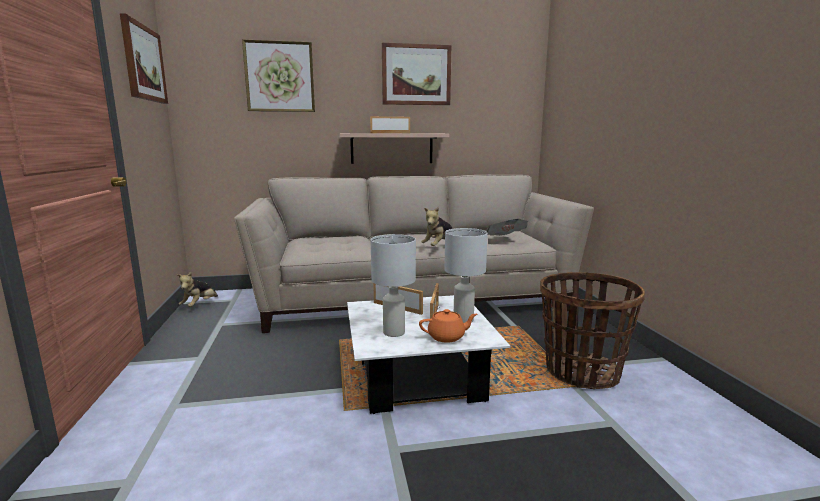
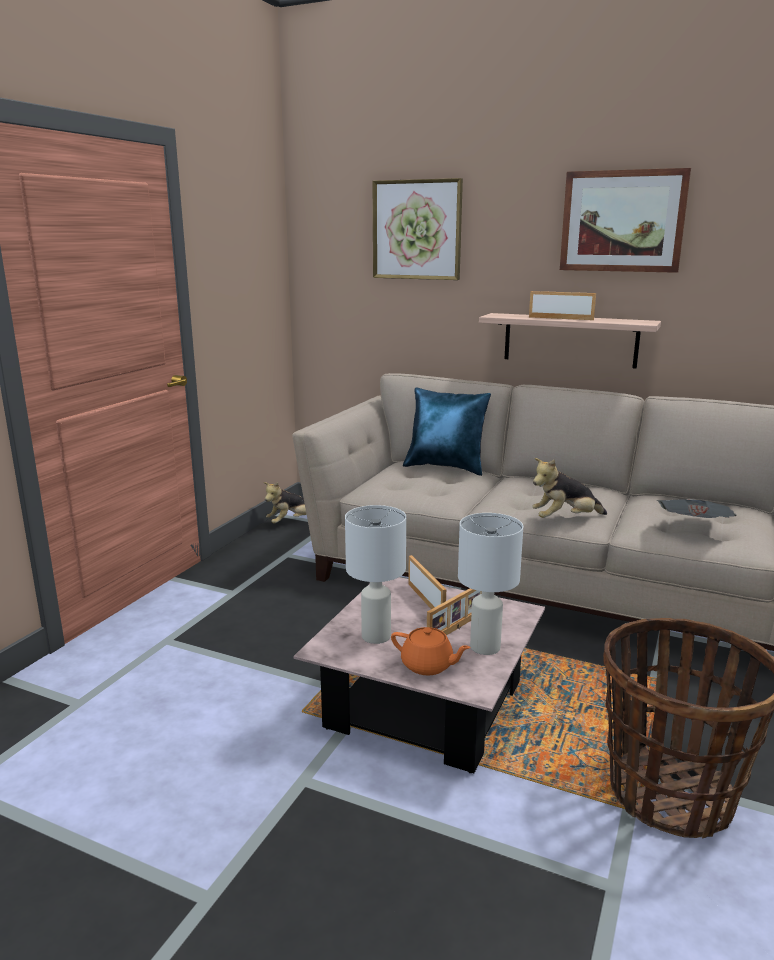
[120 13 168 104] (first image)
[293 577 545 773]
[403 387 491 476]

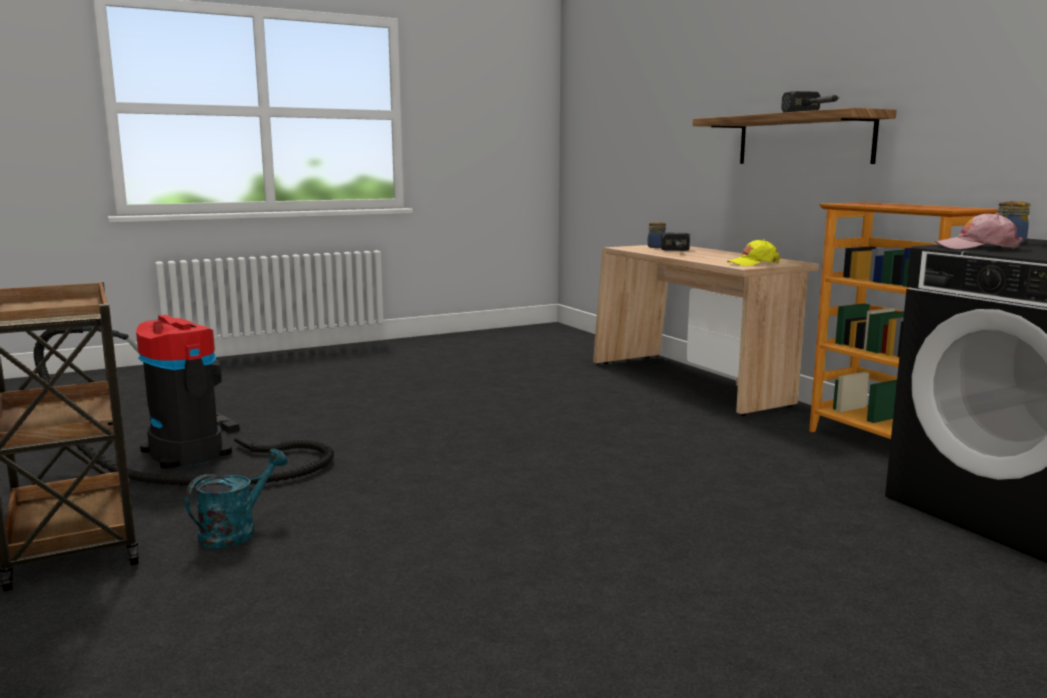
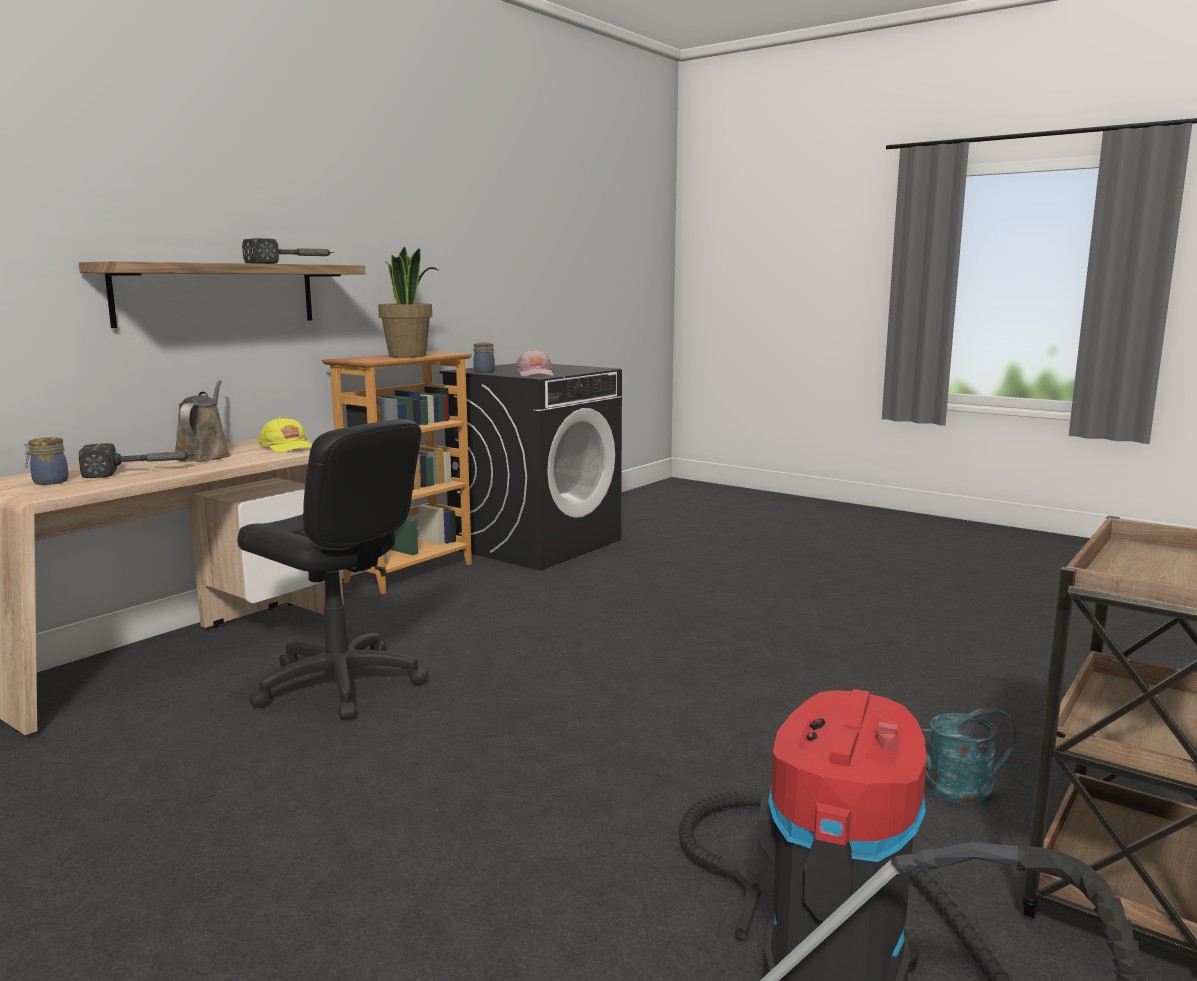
[175 380 231 462]
[237 419 428 720]
[378 246 439 357]

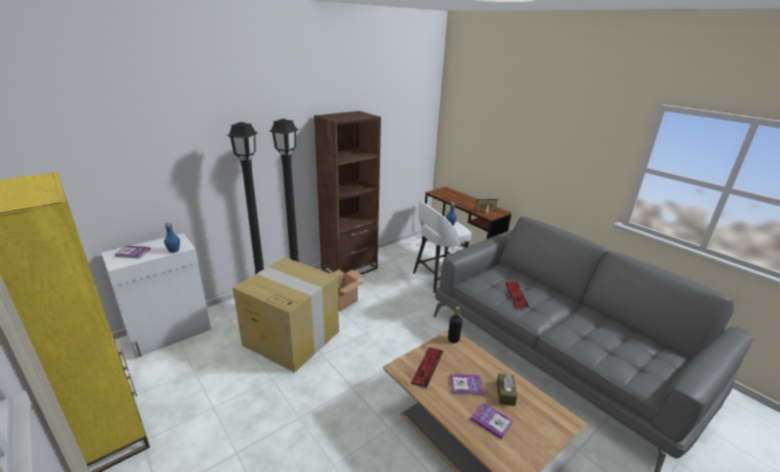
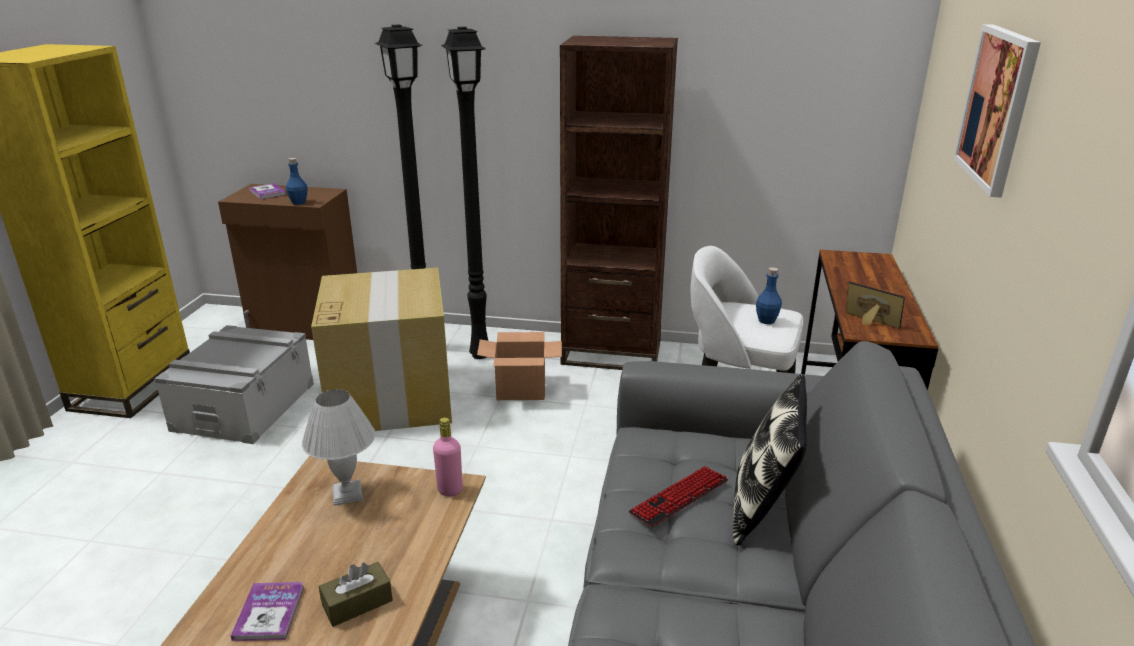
[218 184 357 340]
[302 389 376 506]
[433 417 463 497]
[450 374 485 395] (first image)
[154 325 314 444]
[733 374 807 546]
[953 24 1041 198]

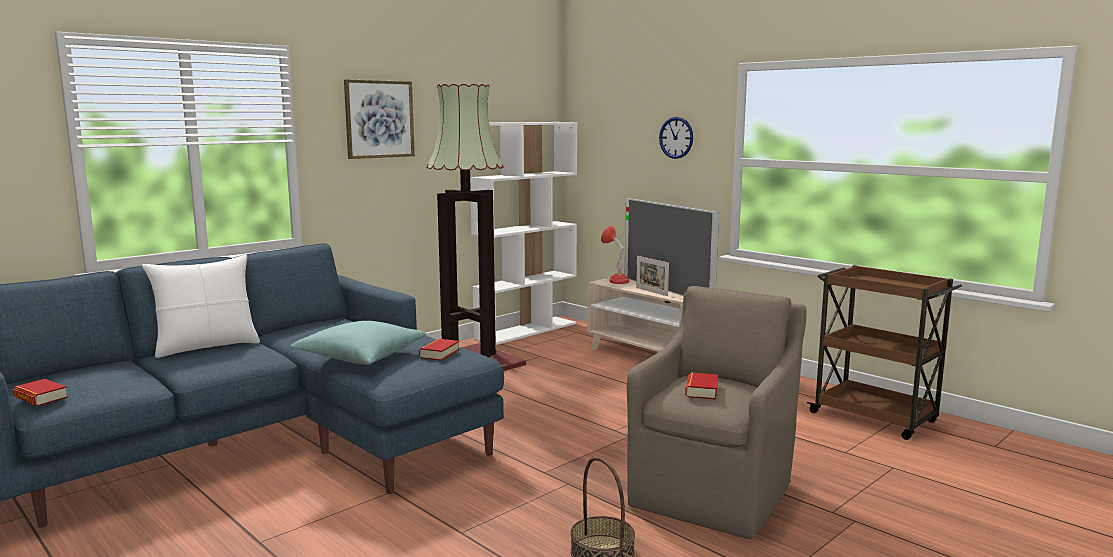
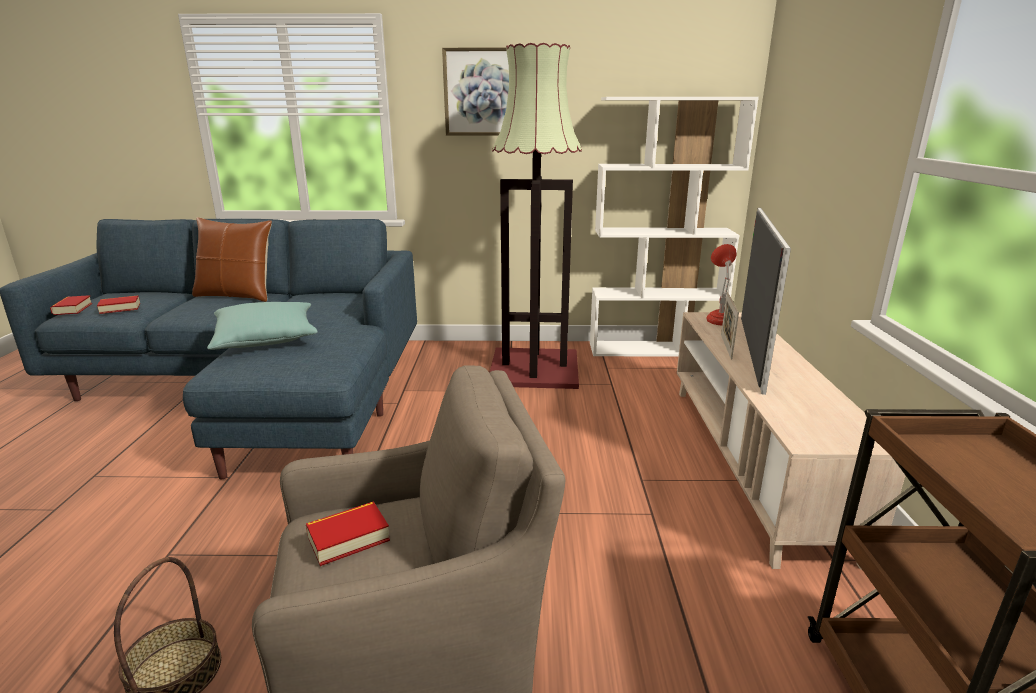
[192 217 272 302]
[97 296 140 314]
[659 117 693 159] (first image)

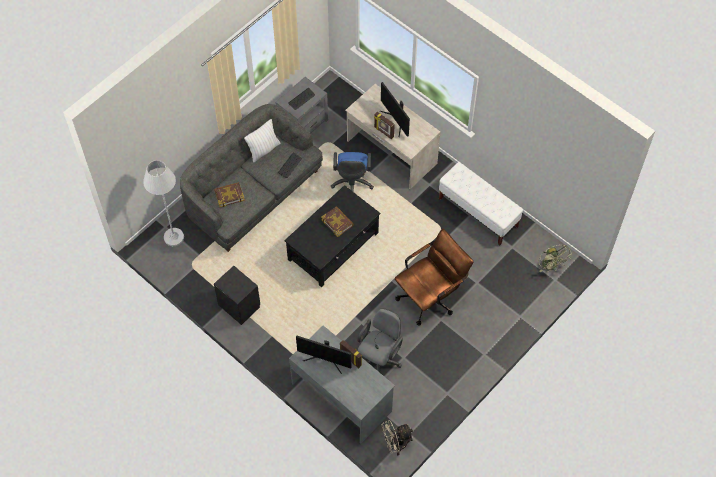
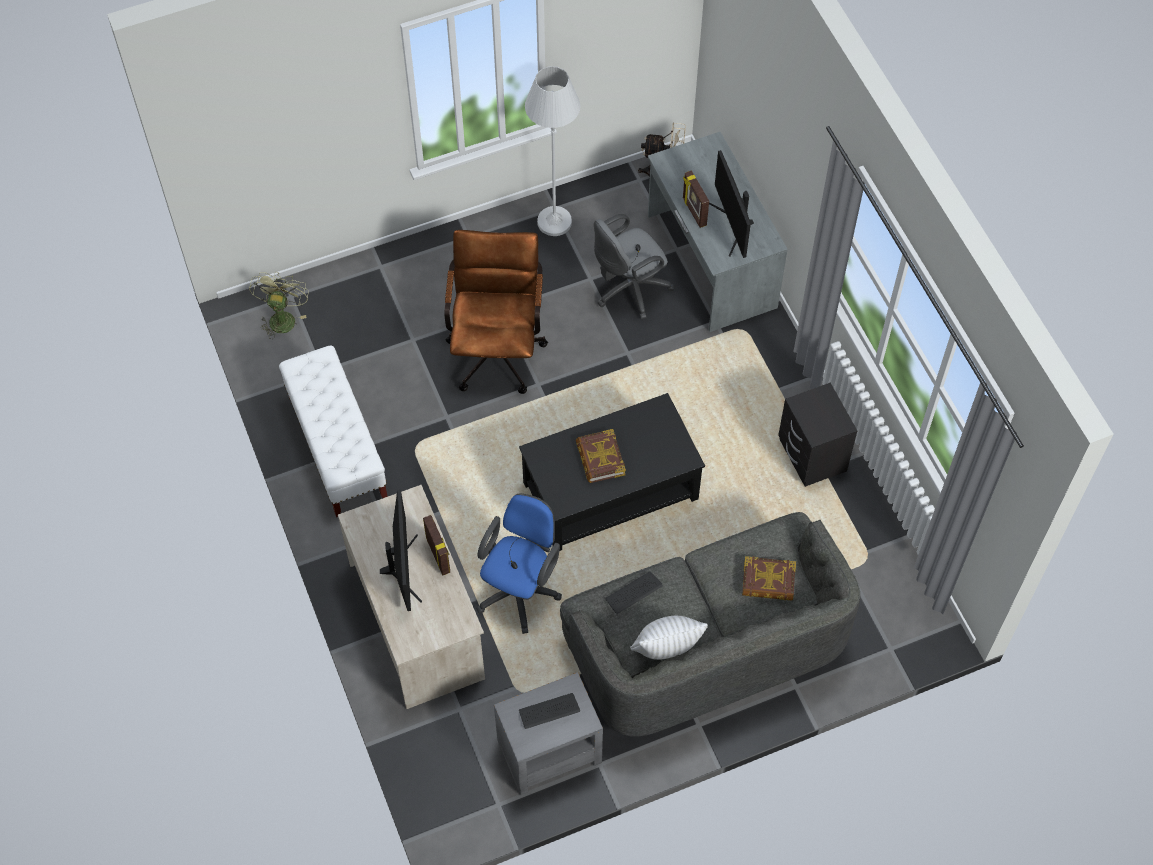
[525 66 581 236]
[709 150 754 258]
[444 230 548 394]

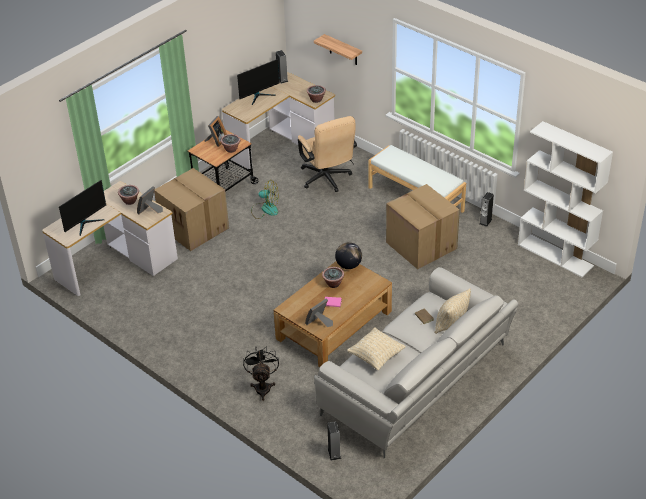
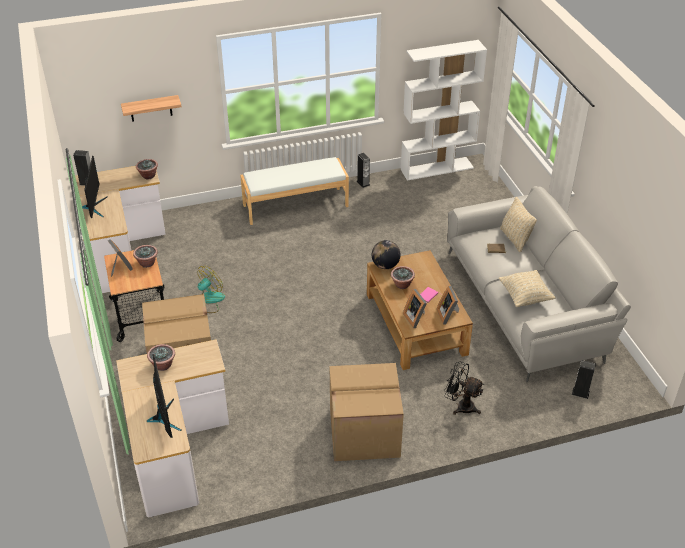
[403 289 427 328]
[298 116 357 192] (first image)
[330 363 404 461]

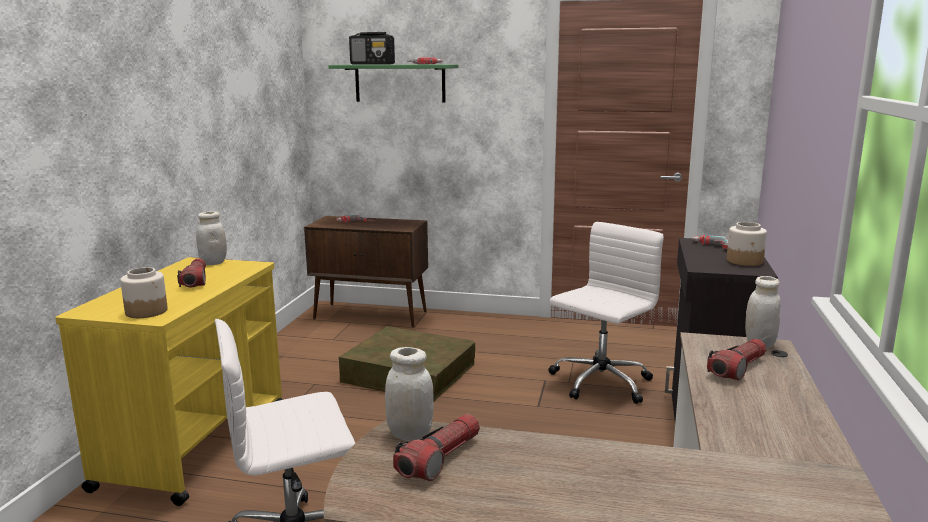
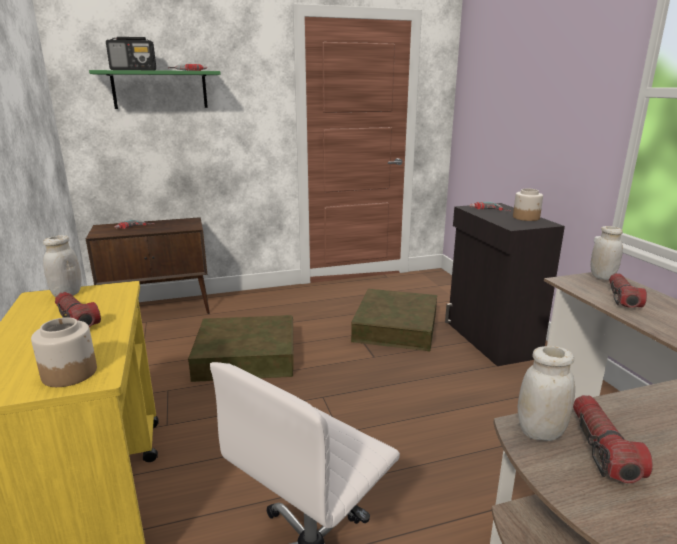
[351 289 437 351]

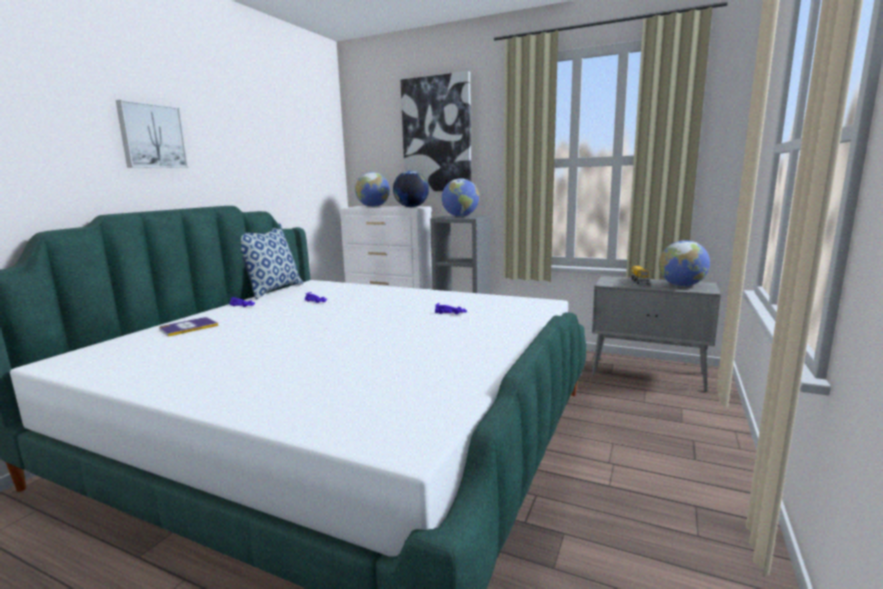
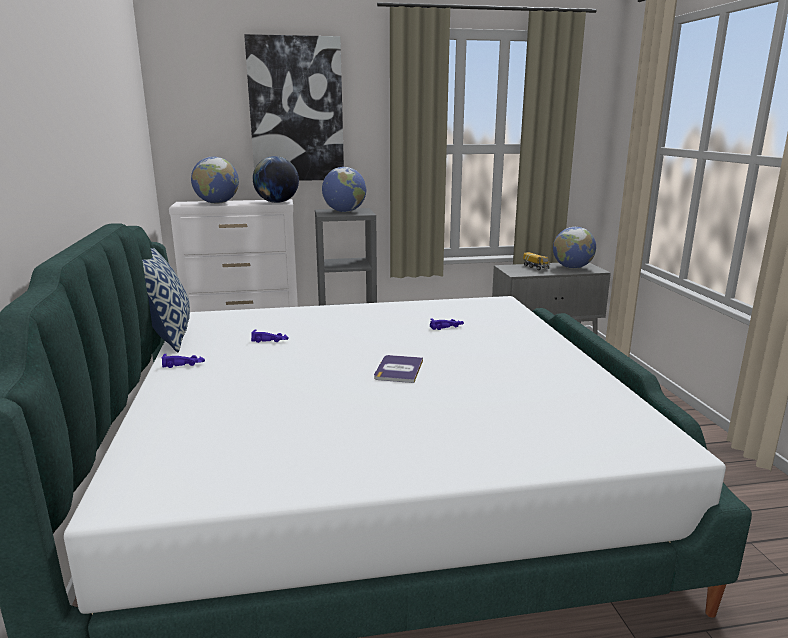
[116 100 188 168] (first image)
[374 355 423 383]

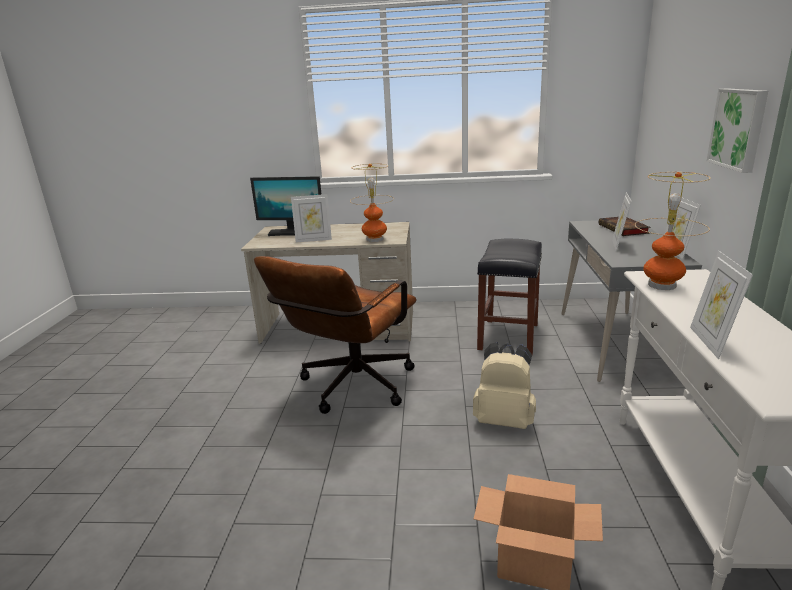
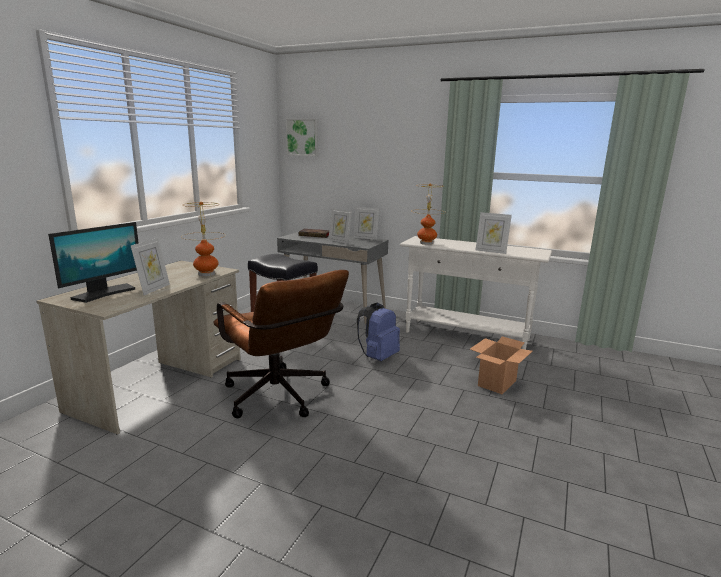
[357 303 400 361]
[286 119 318 156]

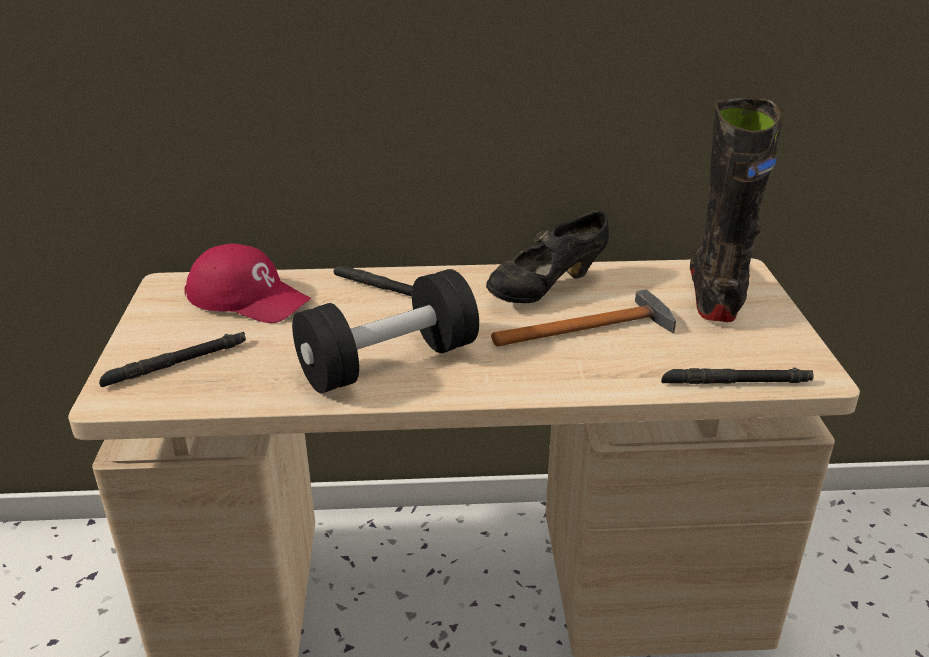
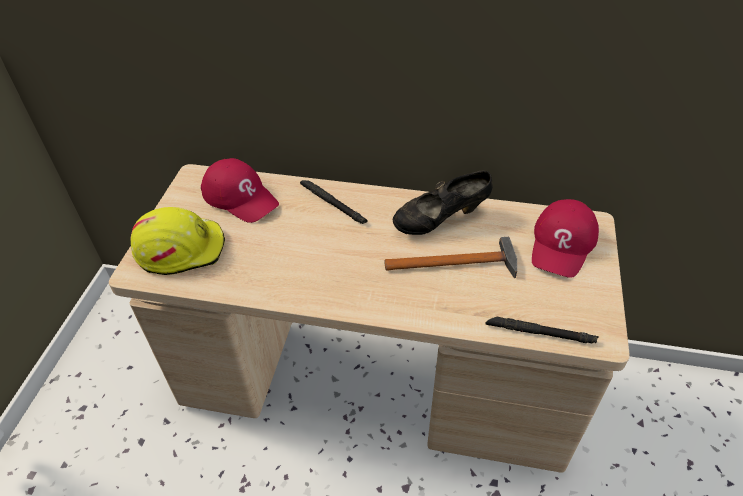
[131 207 225 275]
[292 269 479 393] (first image)
[532 199 599 278]

